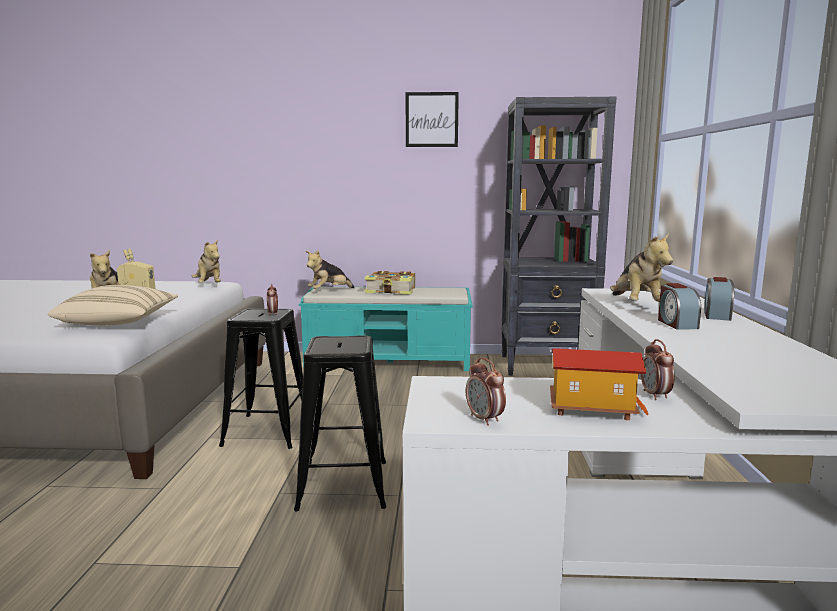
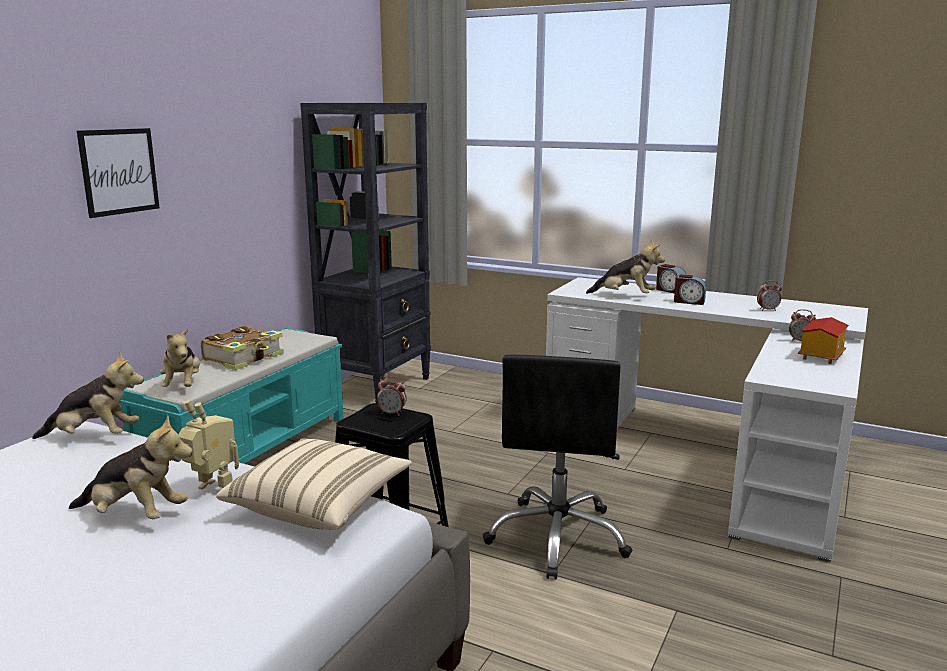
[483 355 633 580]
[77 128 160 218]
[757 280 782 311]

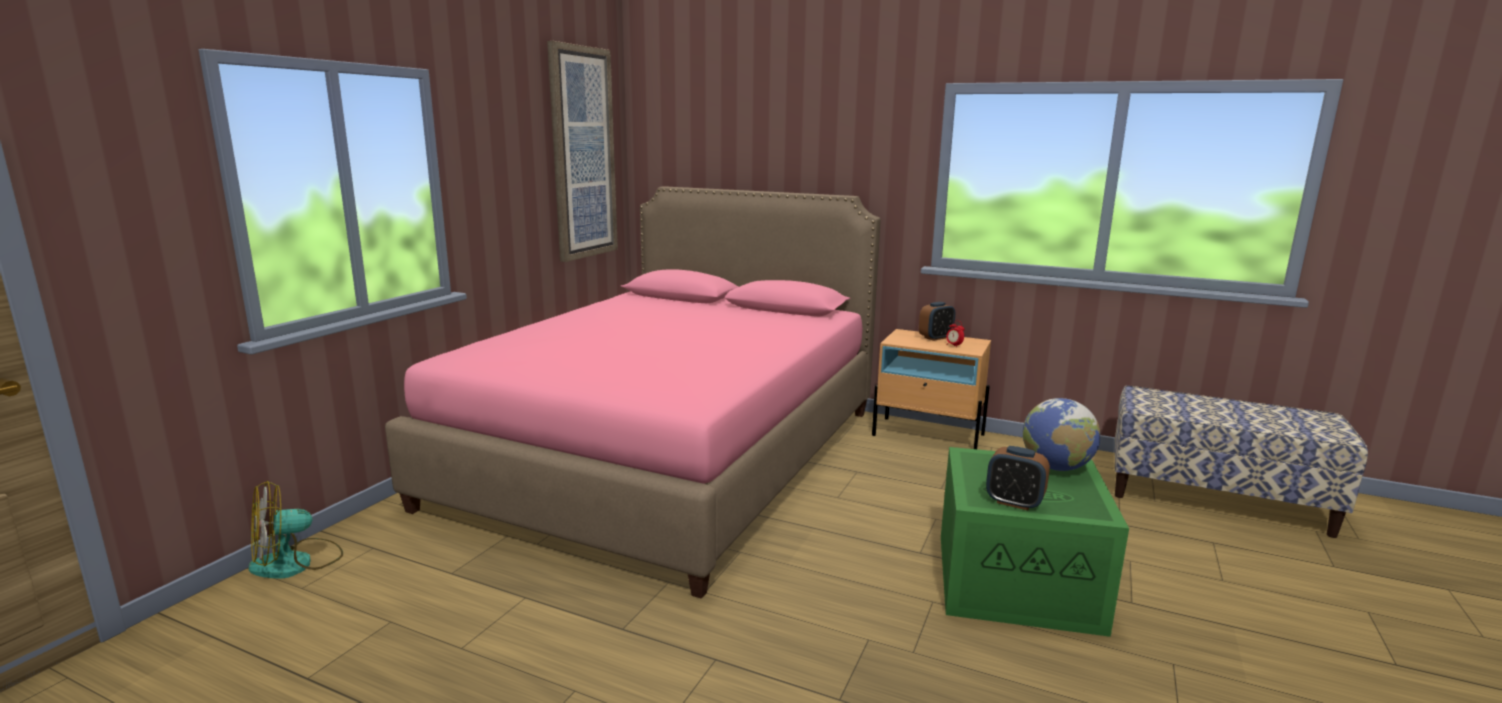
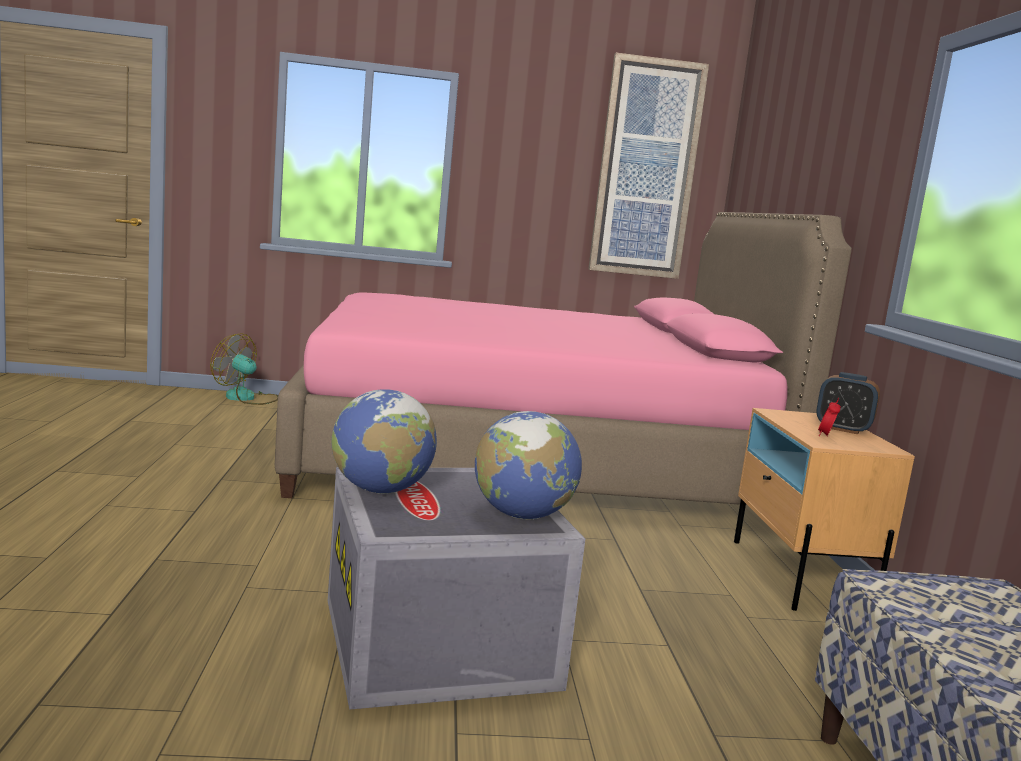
[328 467 585 710]
[332 390 437 494]

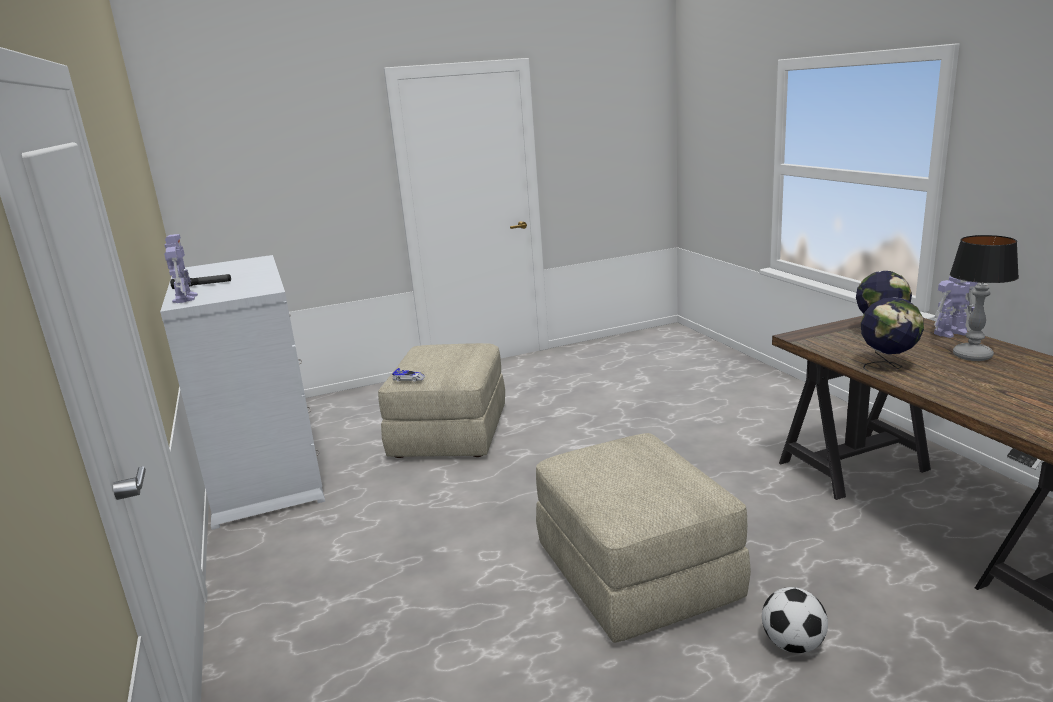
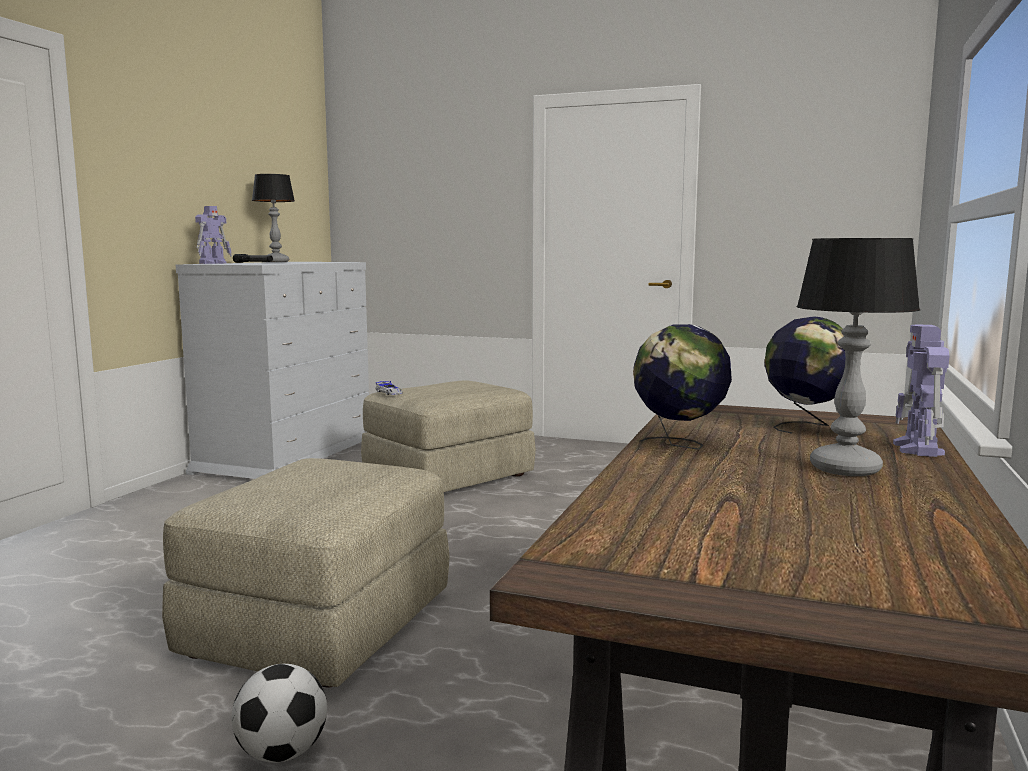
[893 325 950 457]
[252 174 295 262]

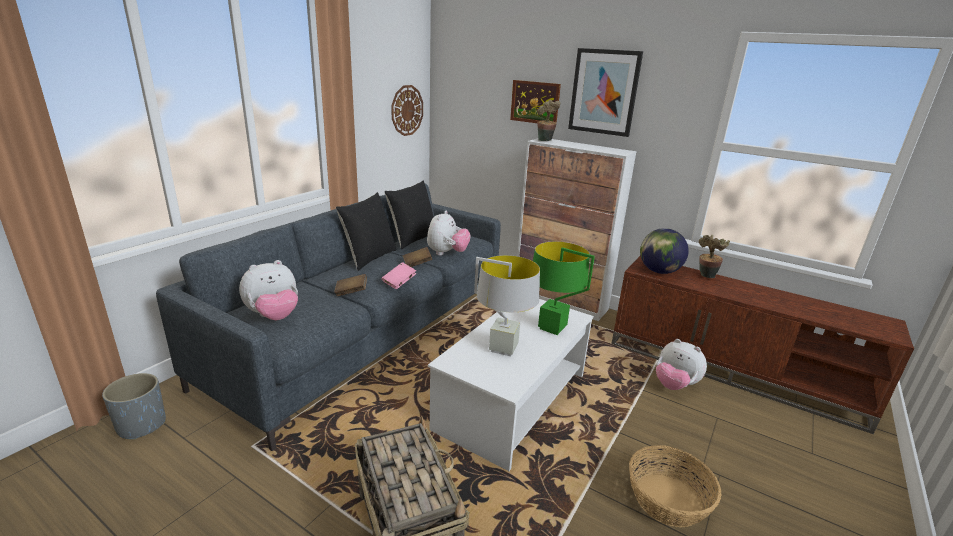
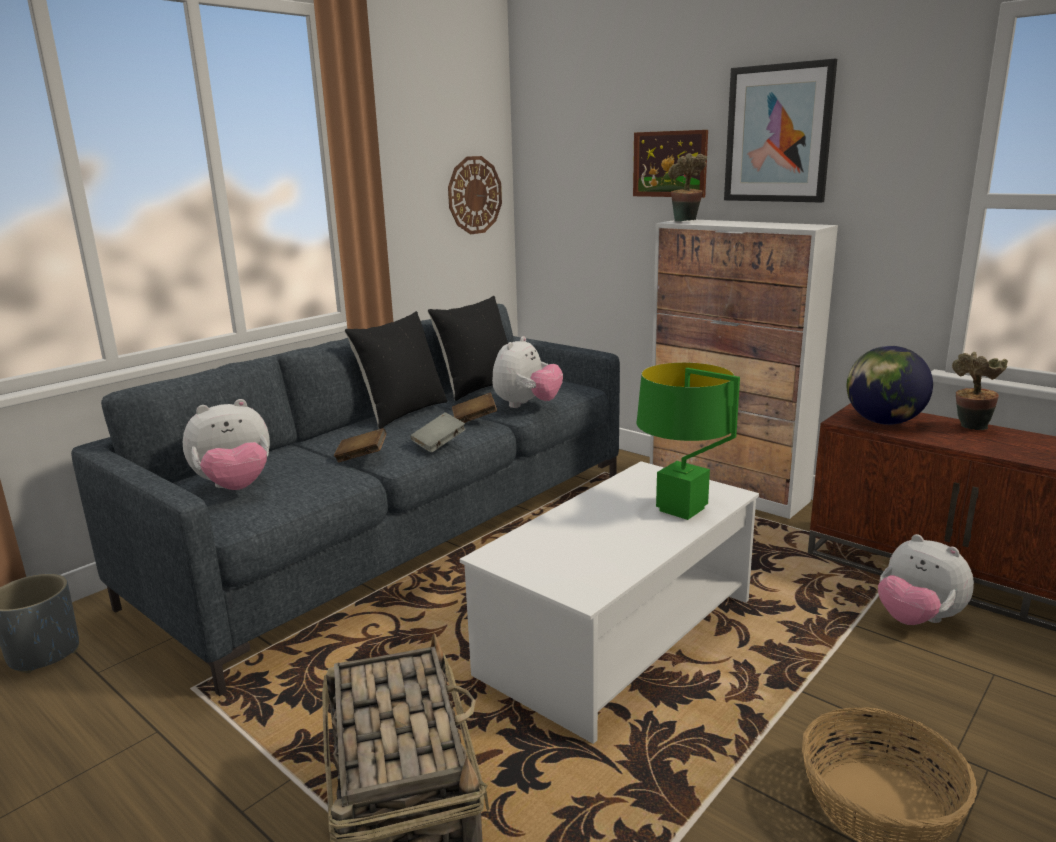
[410 413 466 452]
[474 255 540 356] (first image)

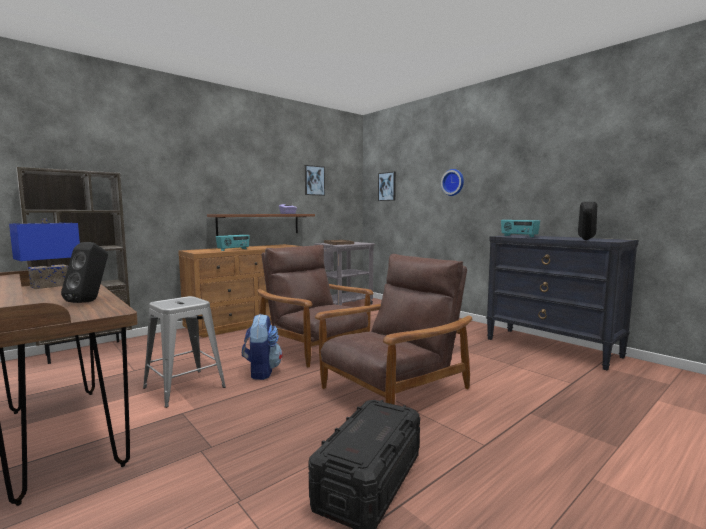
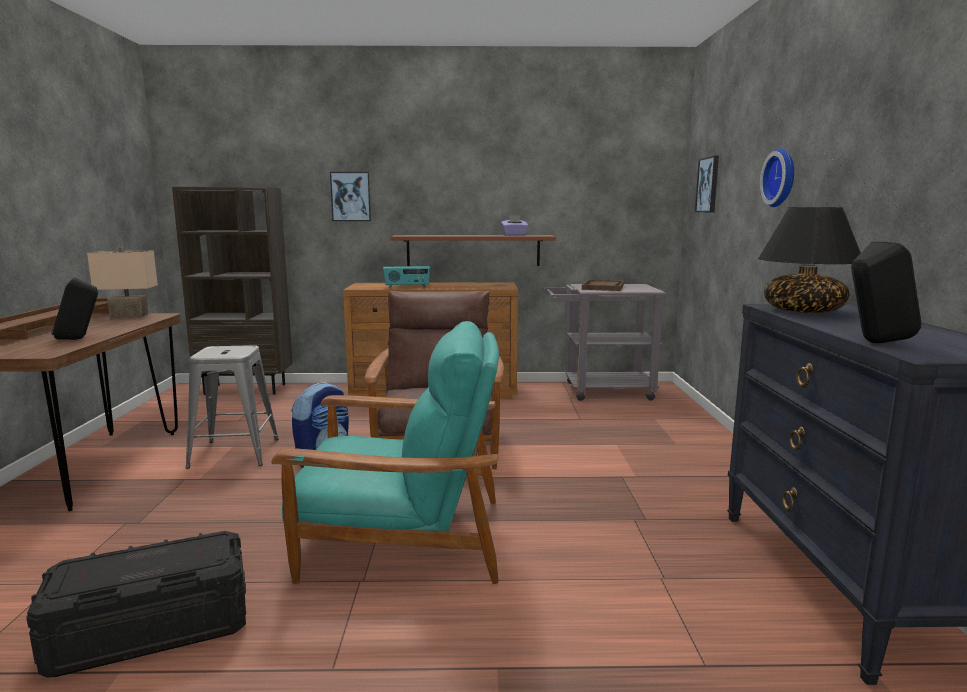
[87 247 158 318]
[330 172 371 221]
[271 321 499 584]
[758 207 861 313]

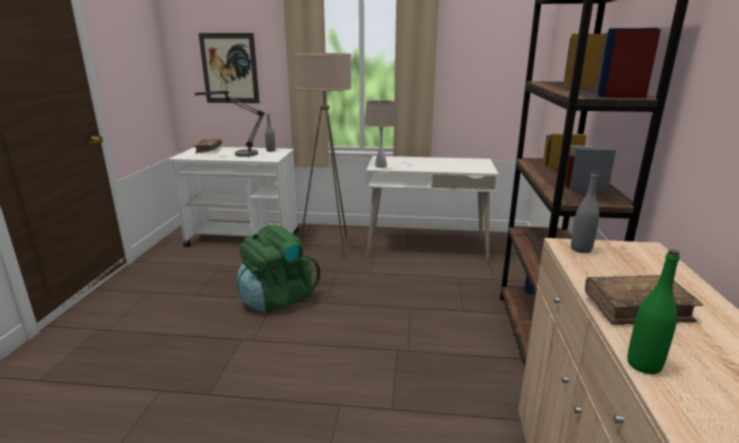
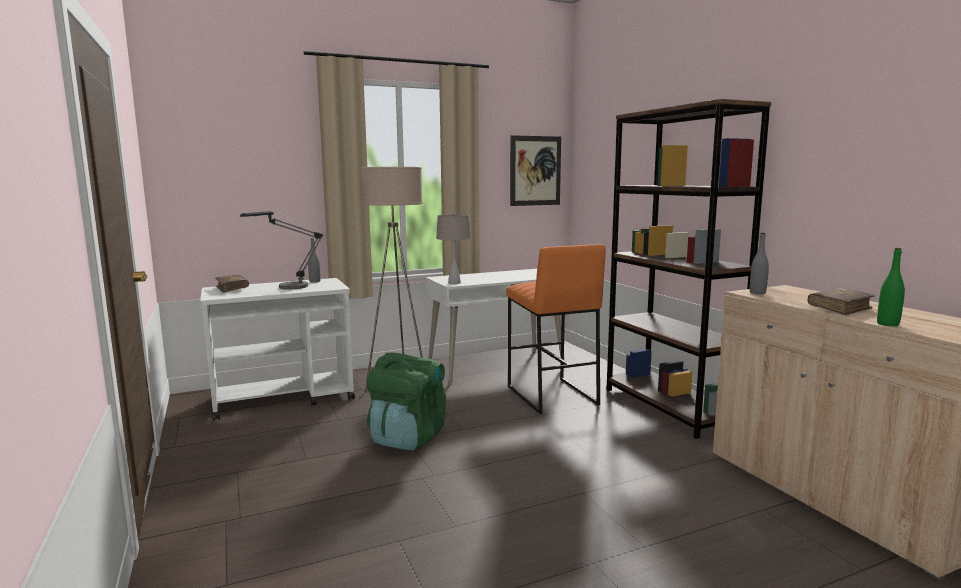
[510 135 561 206]
[506 244 606 414]

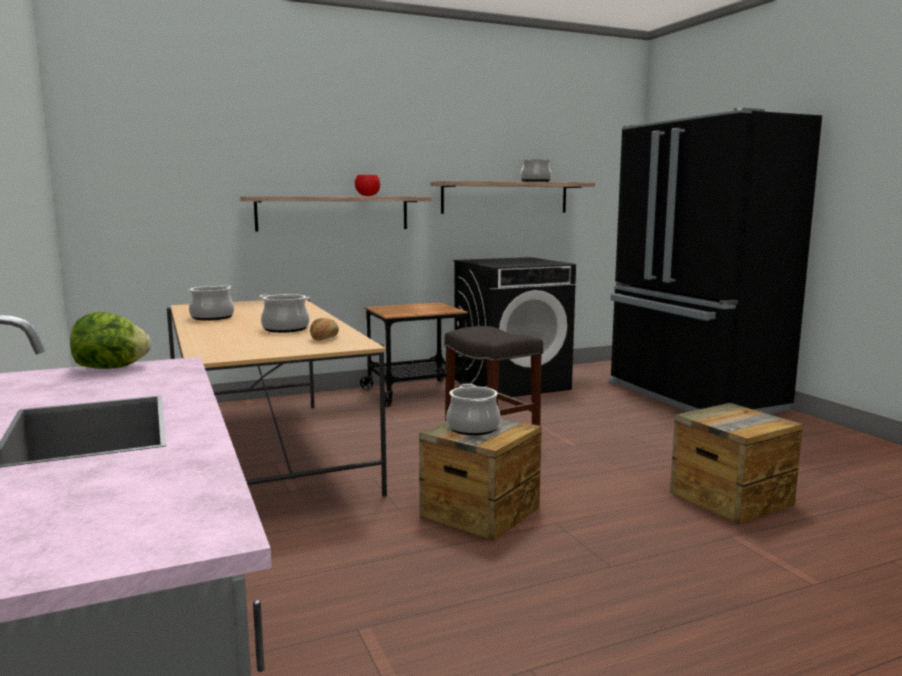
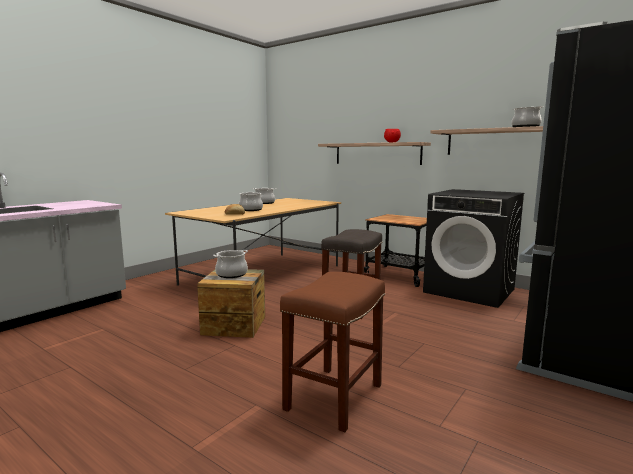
[70 312 151 369] (first image)
[280 272 385 432]

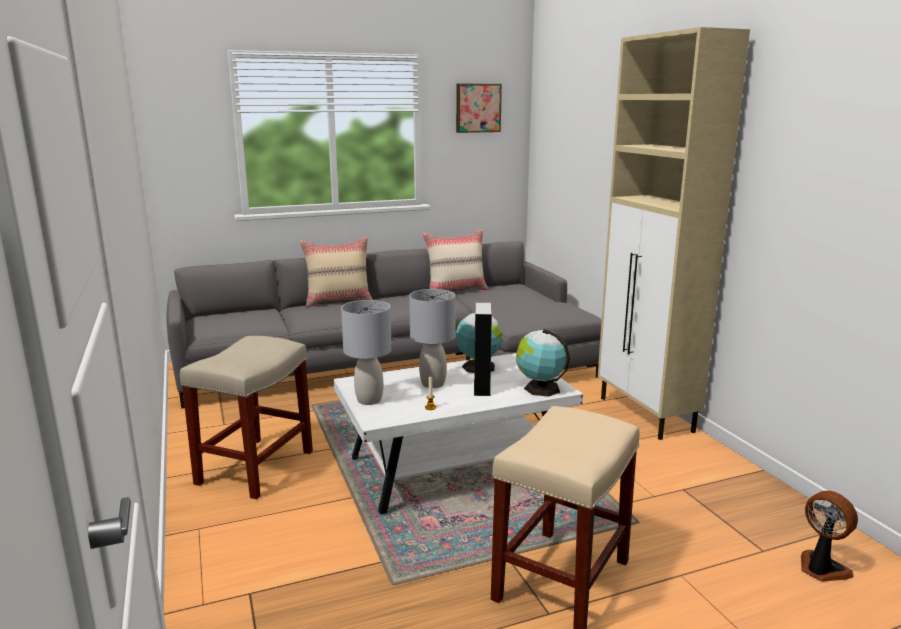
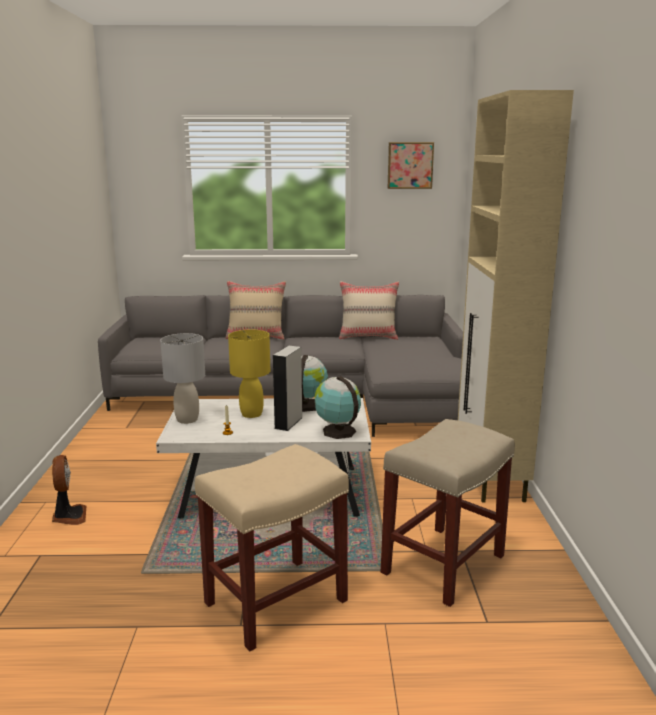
[381 419 515 607]
[228 329 270 418]
[52 455 86 525]

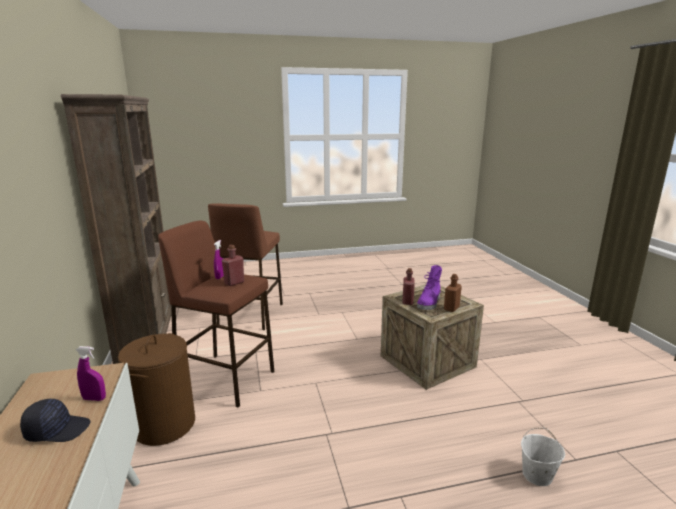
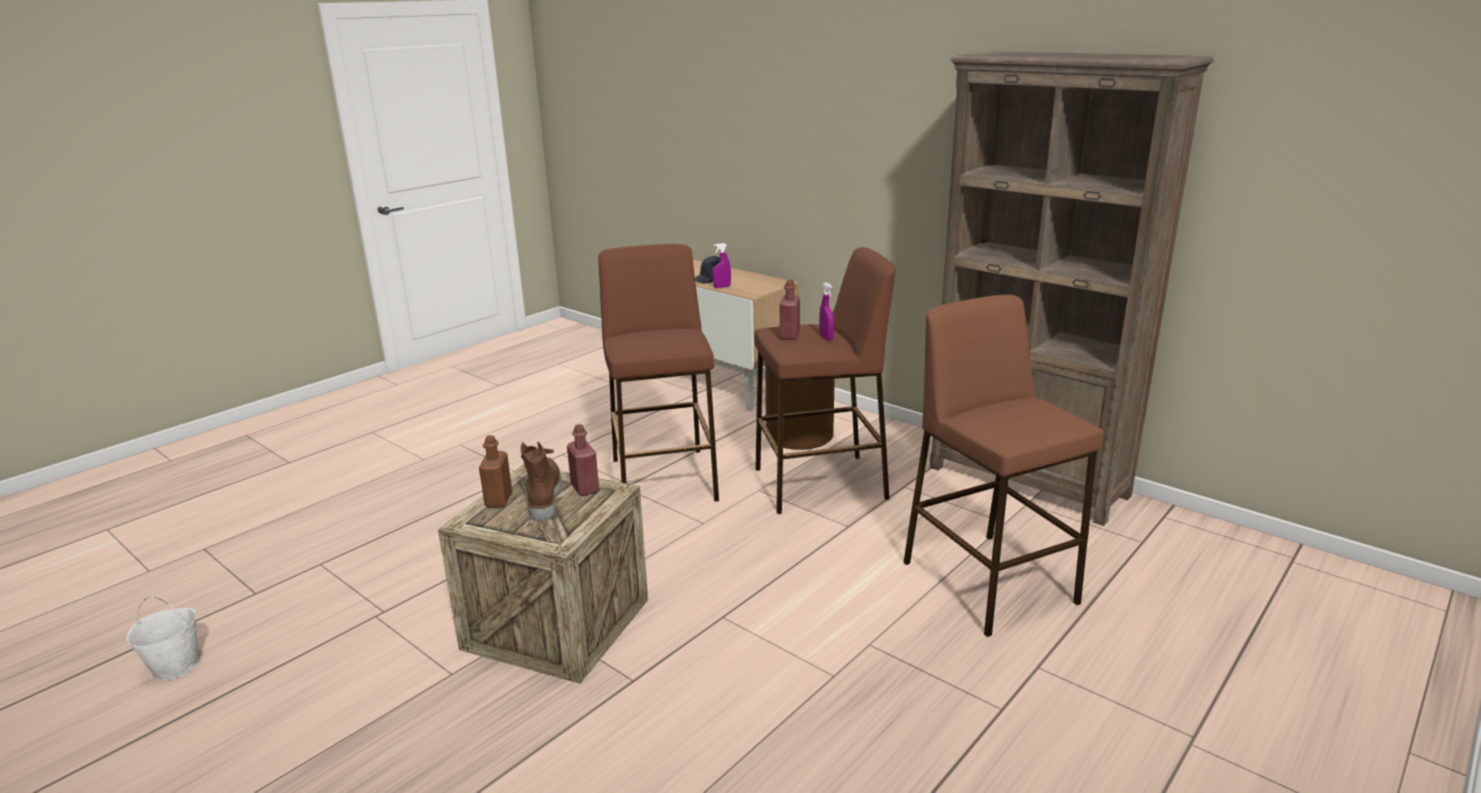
[521 442 562 521]
[126 596 199 680]
[598 244 719 502]

